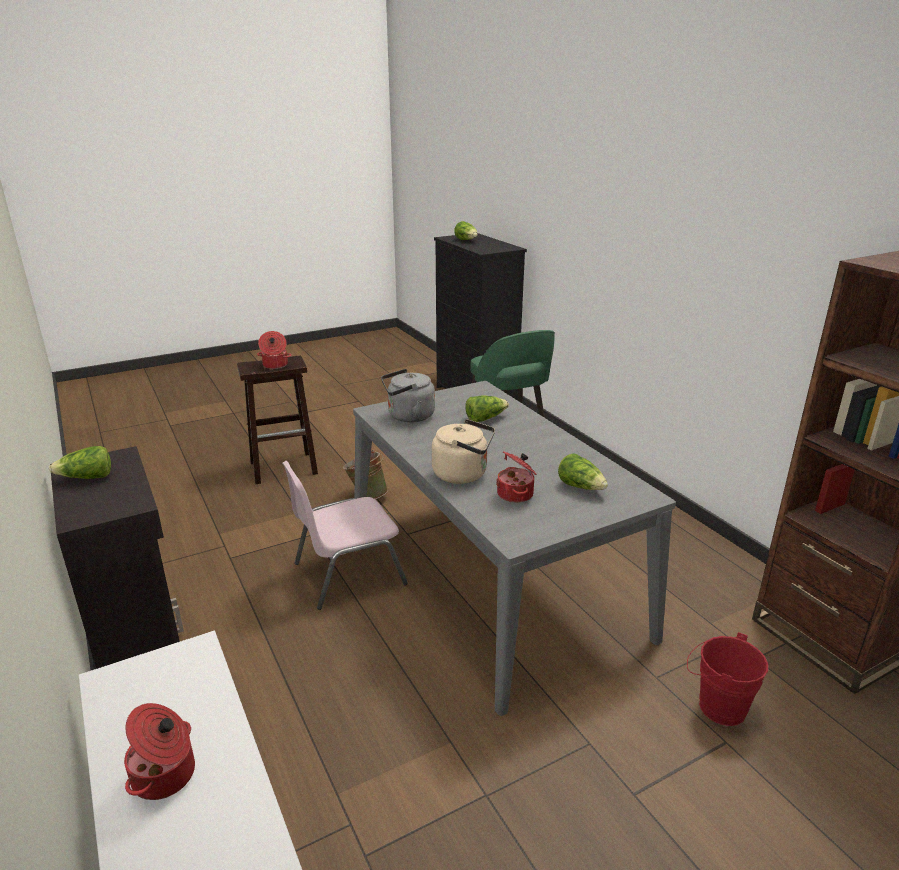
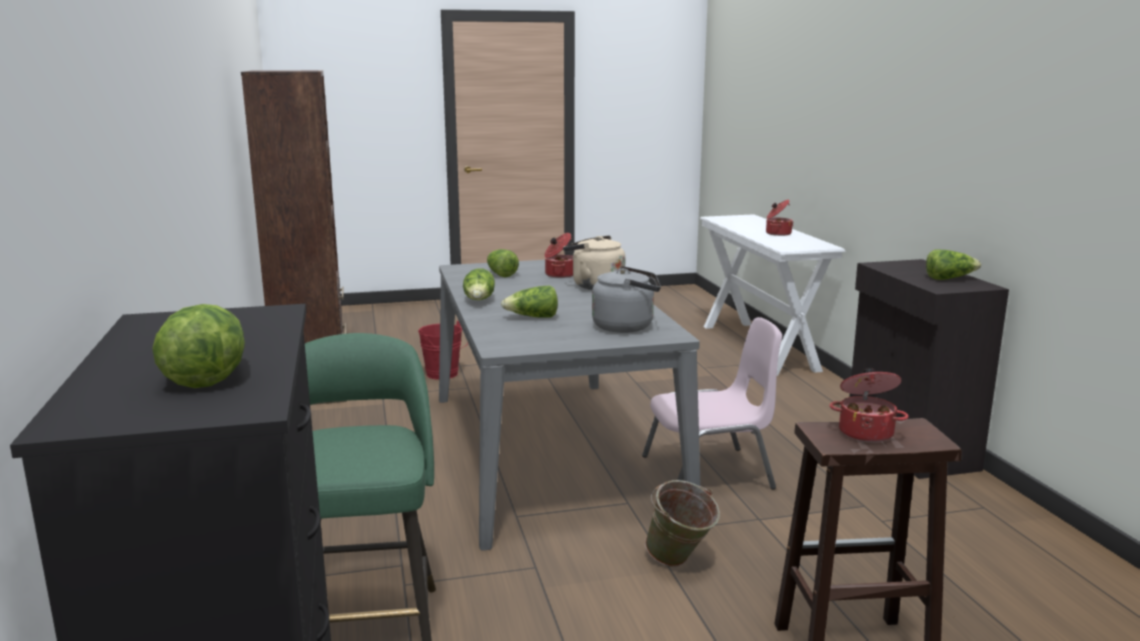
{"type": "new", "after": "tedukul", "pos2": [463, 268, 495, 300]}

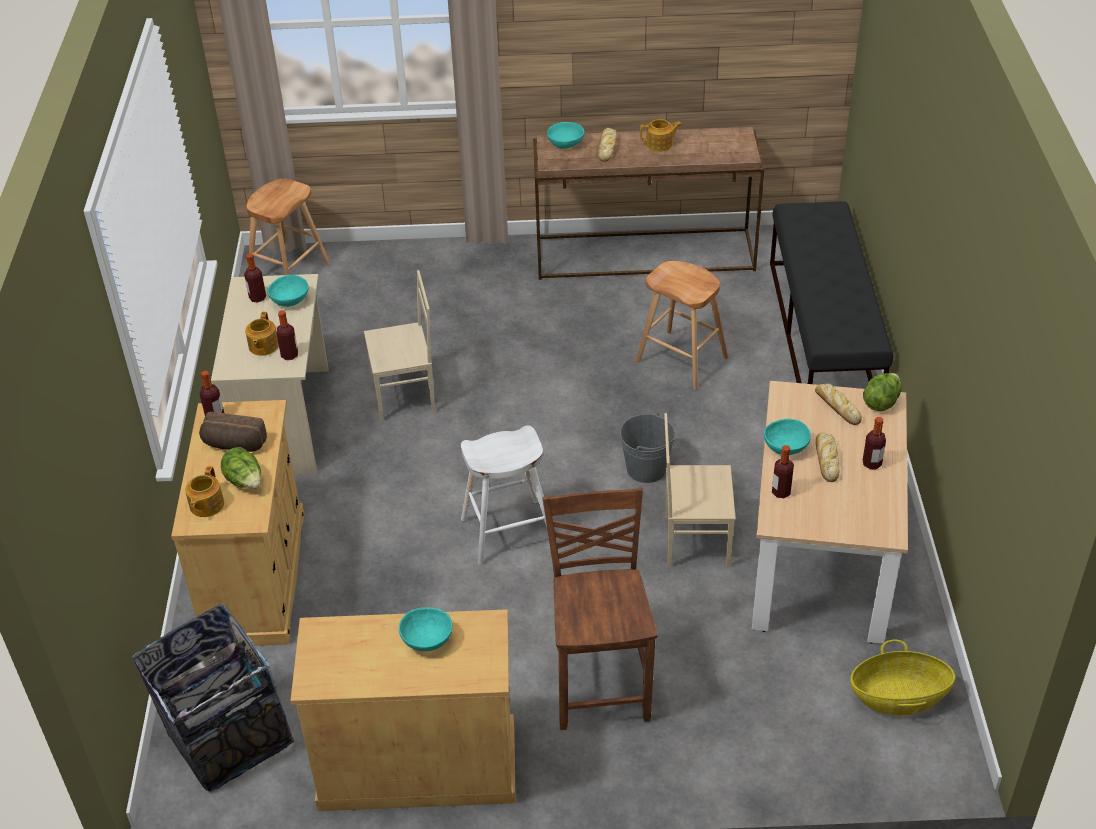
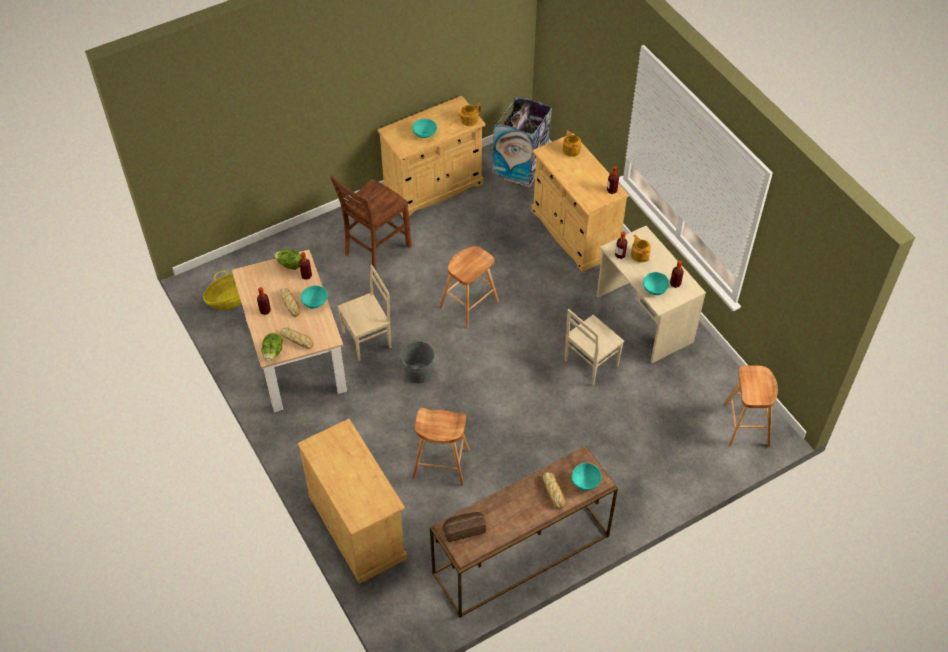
{"type": "shifted", "before": "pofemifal", "pos1": [640, 119, 682, 152], "pos2": [458, 103, 481, 126]}
{"type": "swapped", "before": "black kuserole", "after": "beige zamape", "pos1": [770, 201, 893, 384], "pos2": [298, 419, 407, 584]}
{"type": "shifted", "before": "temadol", "pos1": [199, 412, 267, 452], "pos2": [443, 512, 486, 542]}
{"type": "repainted", "before": "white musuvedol", "after": "brown musuvedol", "pos1": [461, 425, 557, 565], "pos2": [439, 246, 499, 329]}
{"type": "shifted", "before": "tedukul", "pos1": [221, 447, 261, 488], "pos2": [274, 250, 301, 270]}
{"type": "rotated", "before": "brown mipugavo", "pos1": [542, 487, 658, 730], "pos2": [330, 175, 412, 274], "turn": 75}

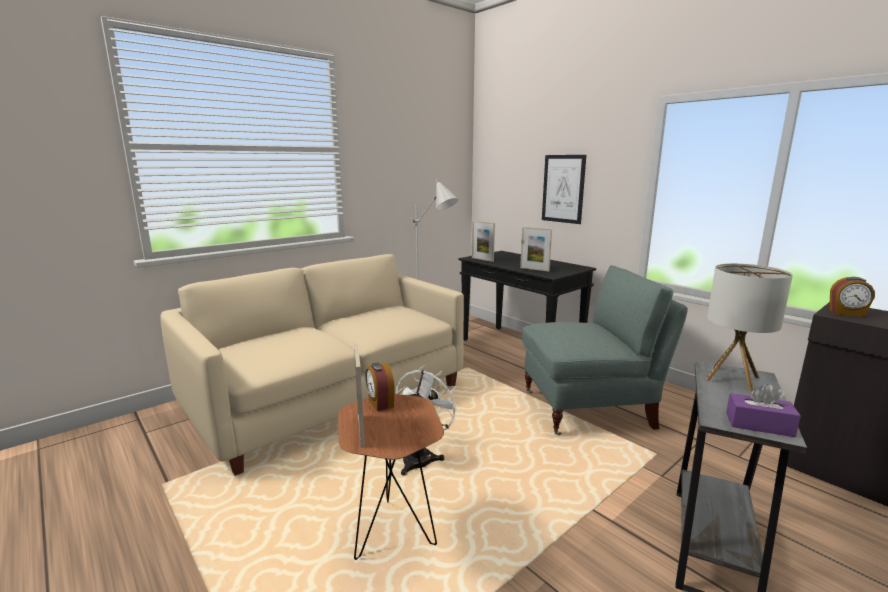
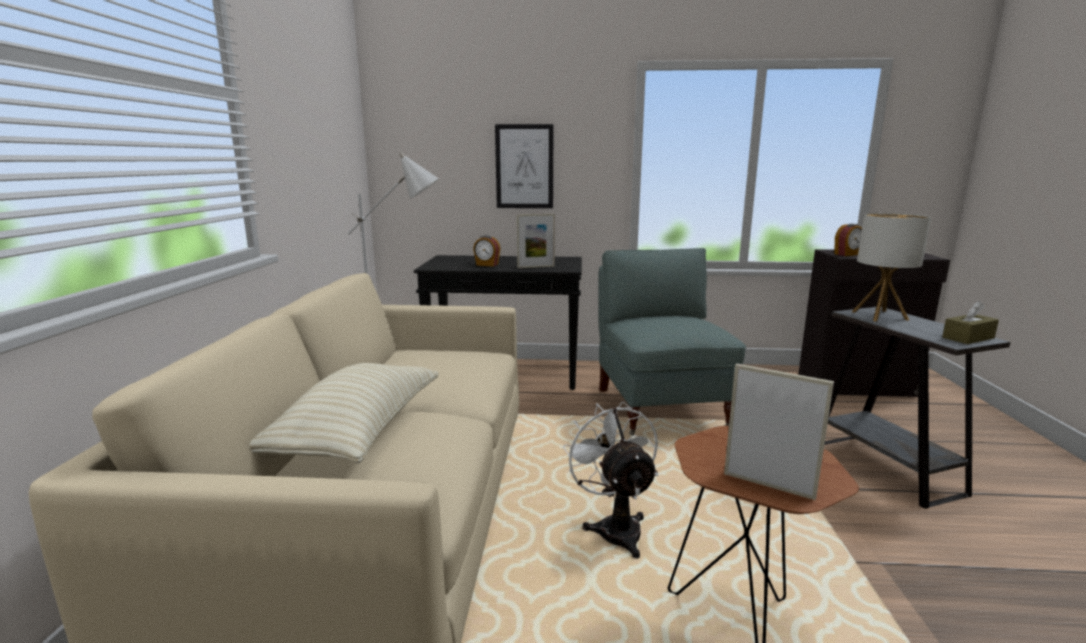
{"type": "gone", "before": "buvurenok", "pos1": [472, 221, 495, 262]}
{"type": "rotated", "before": "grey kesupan", "pos1": [522, 265, 688, 435], "pos2": [598, 248, 746, 435], "turn": -45}
{"type": "shifted", "before": "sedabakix", "pos1": [365, 363, 395, 411], "pos2": [473, 235, 500, 267]}
{"type": "repainted", "before": "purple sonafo", "after": "brown sonafo", "pos1": [726, 384, 801, 437], "pos2": [942, 301, 999, 344]}
{"type": "new", "after": "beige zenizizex", "pos2": [249, 363, 438, 464]}

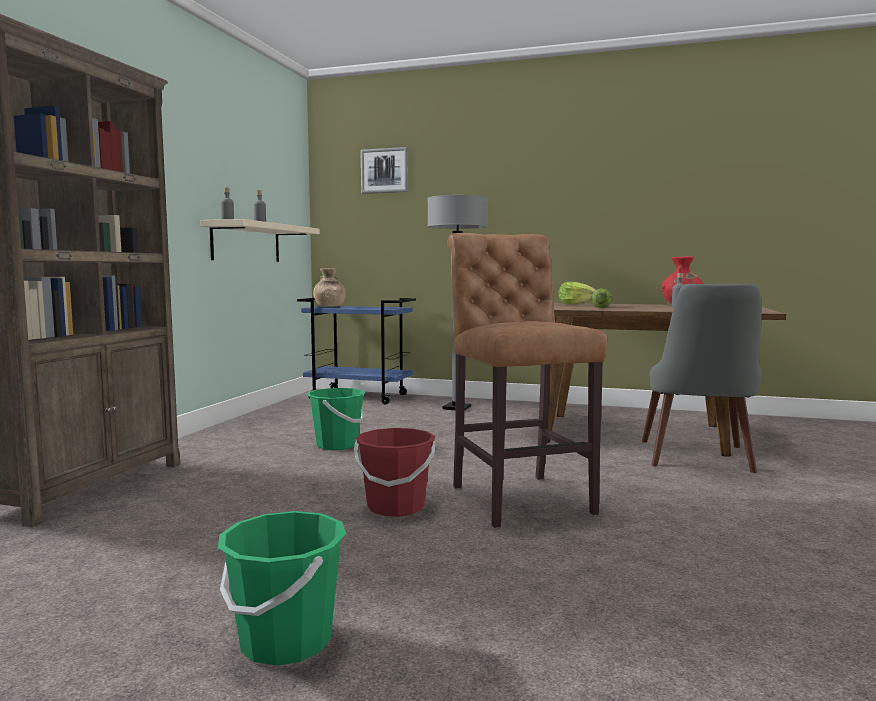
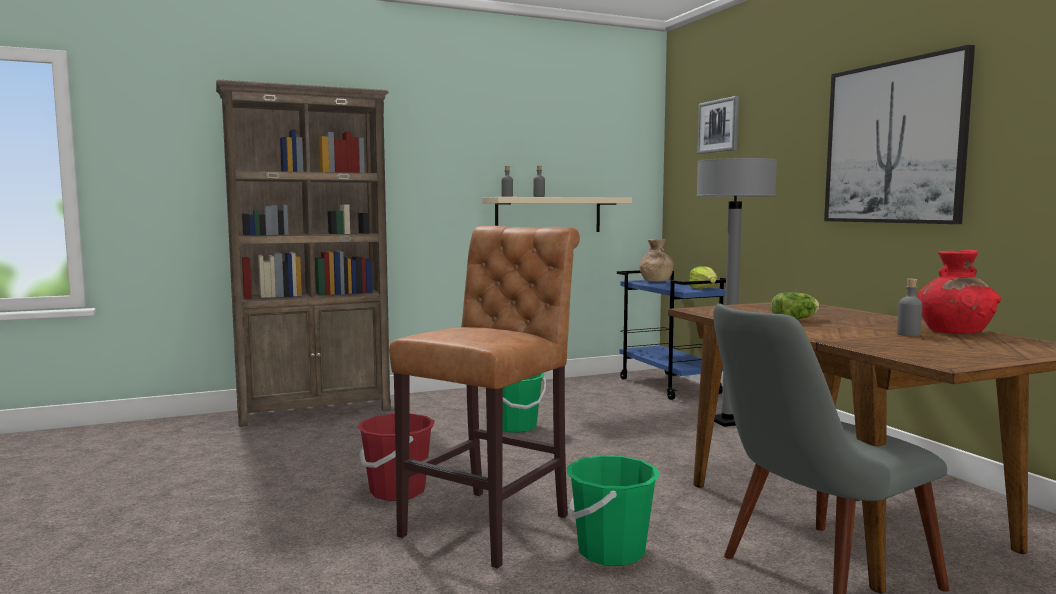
{"type": "shifted", "before": "tedukul", "pos1": [558, 282, 596, 304], "pos2": [689, 266, 717, 289]}
{"type": "shifted", "before": "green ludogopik", "pos1": [218, 511, 346, 666], "pos2": [567, 456, 660, 566]}
{"type": "new", "after": "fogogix", "pos2": [824, 45, 975, 224]}

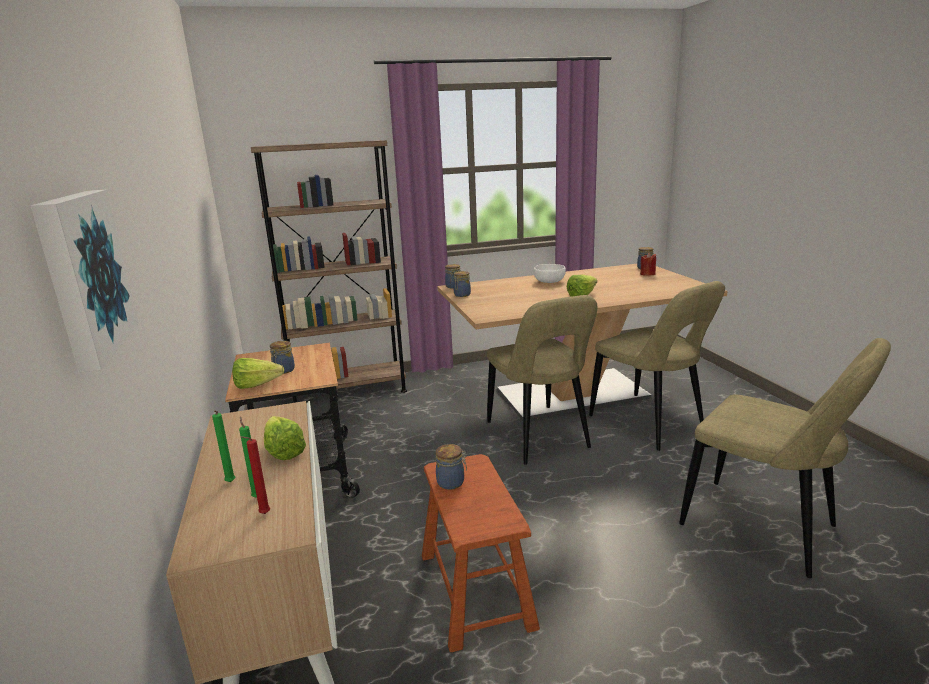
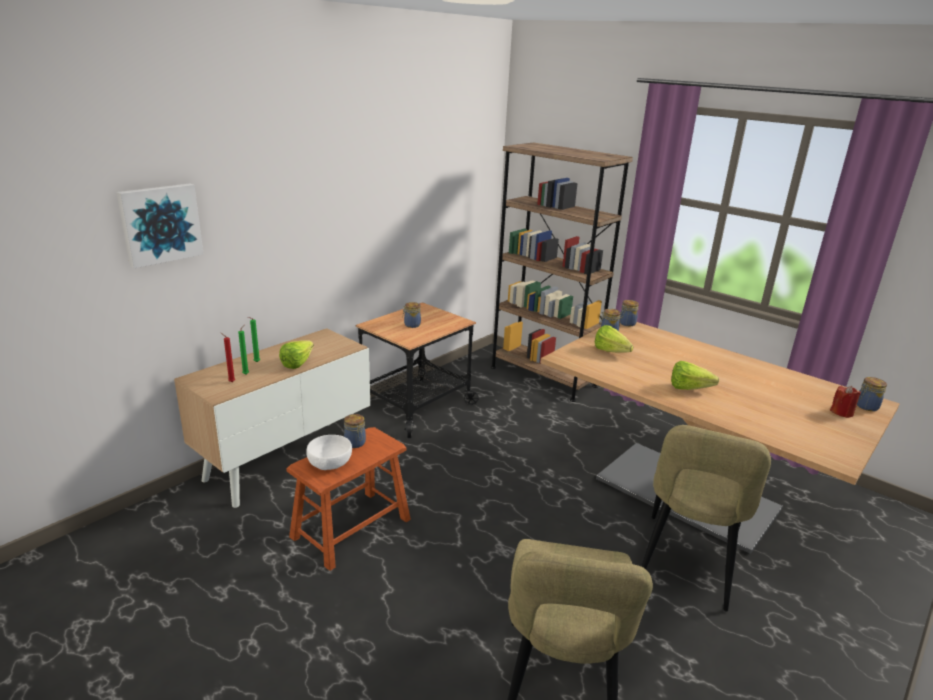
{"type": "shifted", "before": "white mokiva", "pos1": [534, 264, 566, 283], "pos2": [306, 435, 352, 470]}
{"type": "gone", "before": "beige mipugavo", "pos1": [487, 295, 597, 465]}
{"type": "shifted", "before": "tedukul", "pos1": [232, 358, 284, 389], "pos2": [595, 325, 633, 353]}

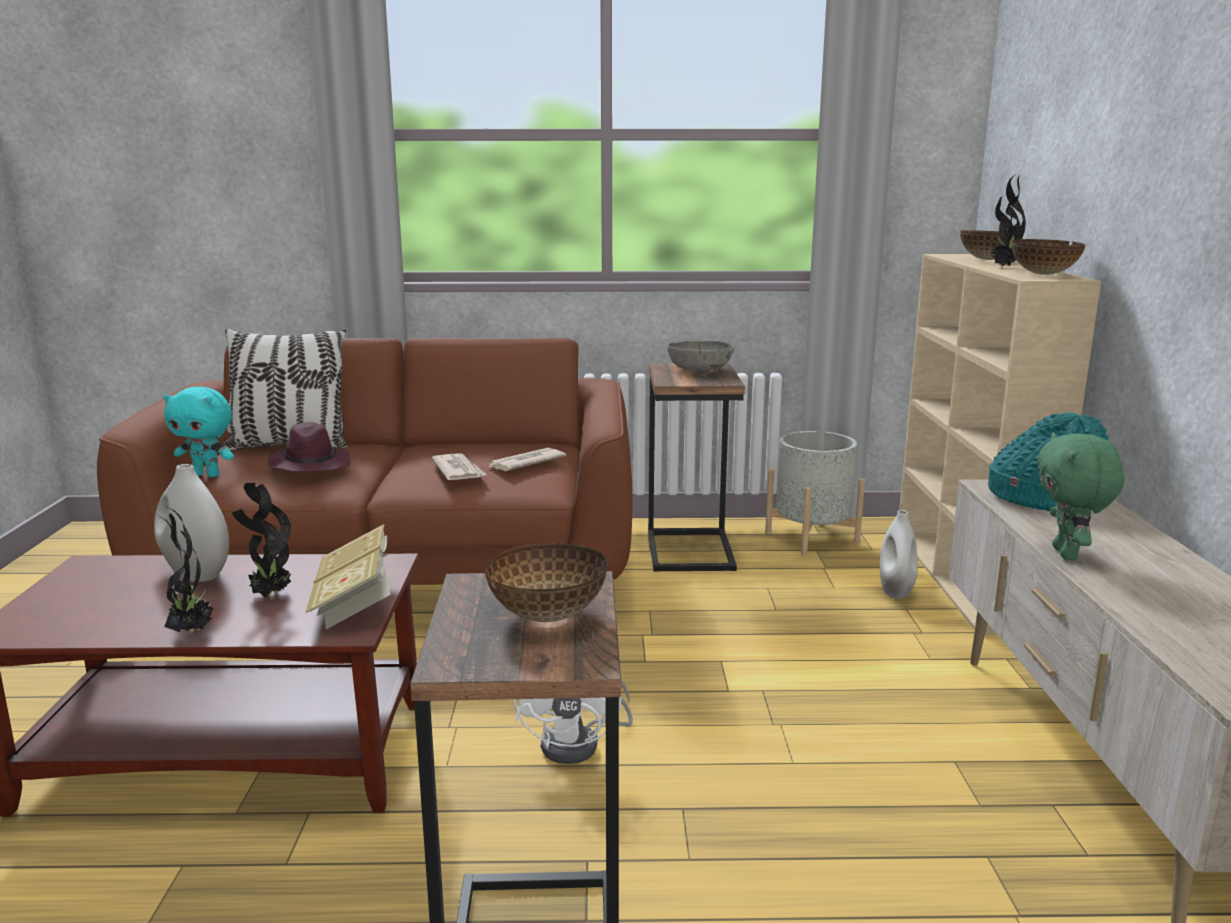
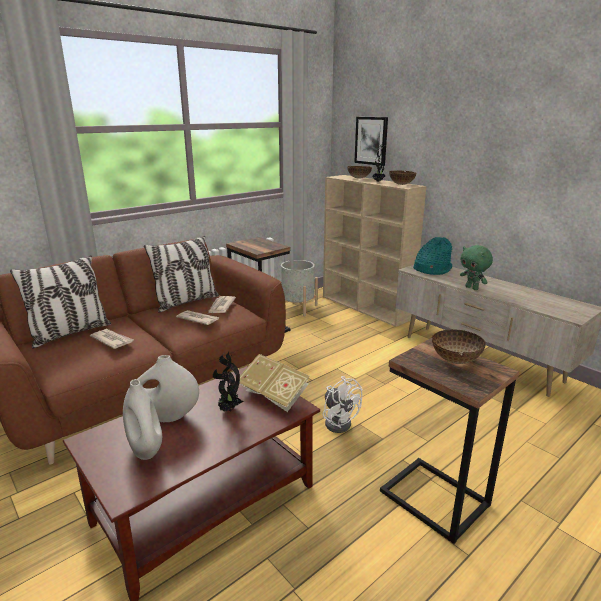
{"type": "gone", "before": "grey mokiva", "pos1": [667, 341, 734, 371]}
{"type": "gone", "before": "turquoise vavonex", "pos1": [163, 387, 234, 477]}
{"type": "swapped", "before": "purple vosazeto", "after": "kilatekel", "pos1": [268, 422, 351, 472], "pos2": [90, 329, 133, 349]}
{"type": "gone", "before": "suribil", "pos1": [155, 508, 213, 633]}
{"type": "shifted", "before": "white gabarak", "pos1": [880, 510, 918, 599], "pos2": [123, 379, 162, 460]}
{"type": "new", "after": "fogogix", "pos2": [354, 117, 388, 166]}
{"type": "new", "after": "zenizizex", "pos2": [144, 236, 219, 313]}

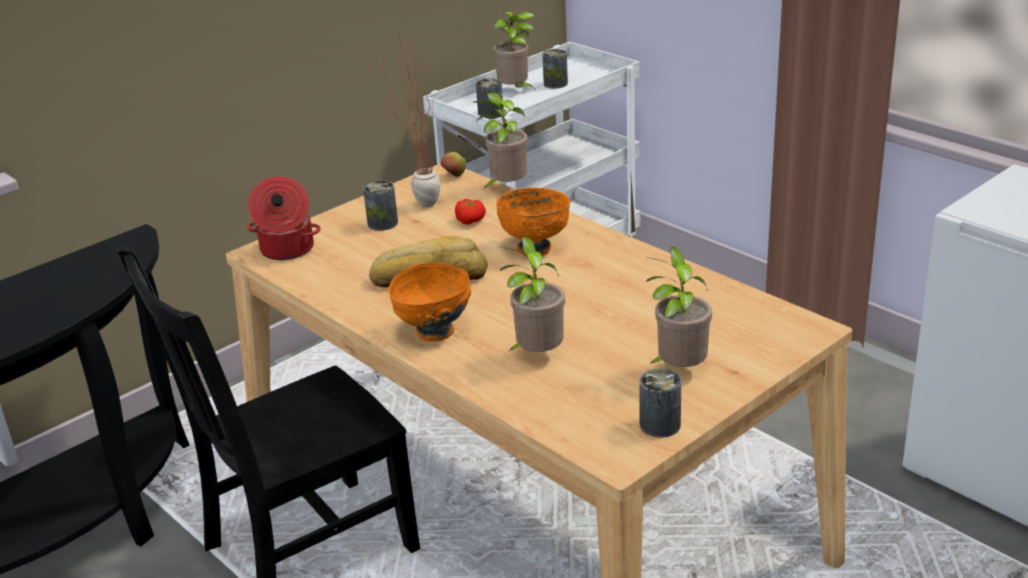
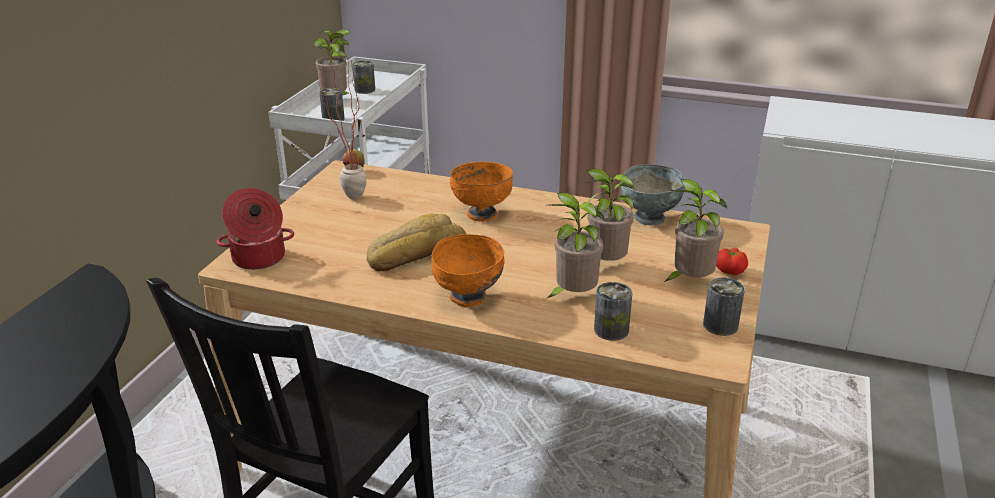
{"type": "shifted", "before": "suribil", "pos1": [474, 92, 528, 190], "pos2": [584, 169, 635, 261]}
{"type": "shifted", "before": "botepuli", "pos1": [363, 180, 398, 231], "pos2": [594, 282, 632, 341]}
{"type": "shifted", "before": "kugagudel", "pos1": [455, 199, 486, 225], "pos2": [716, 248, 748, 275]}
{"type": "new", "after": "grey mokiva", "pos2": [621, 164, 685, 225]}

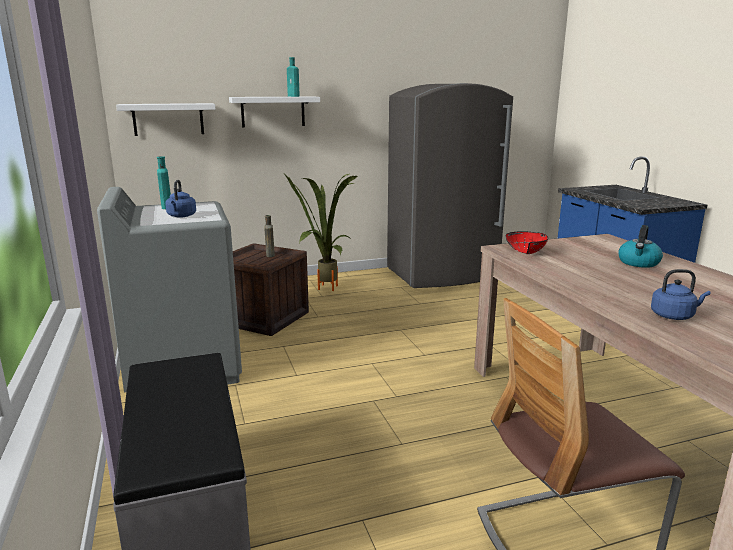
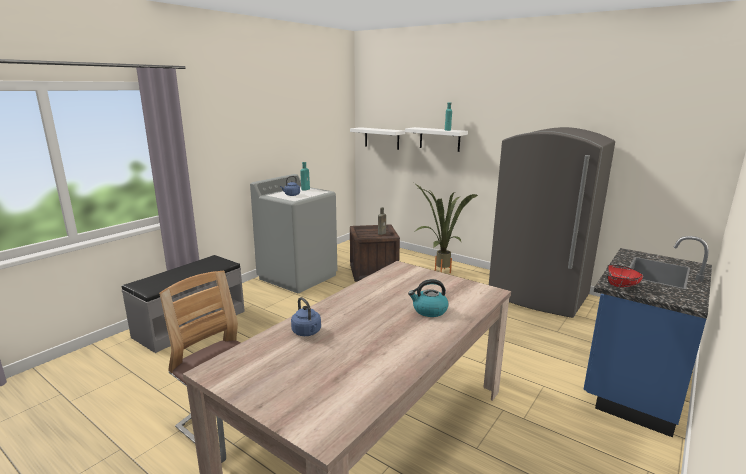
{"type": "shifted", "before": "red mokiva", "pos1": [506, 231, 548, 254], "pos2": [607, 265, 643, 287]}

